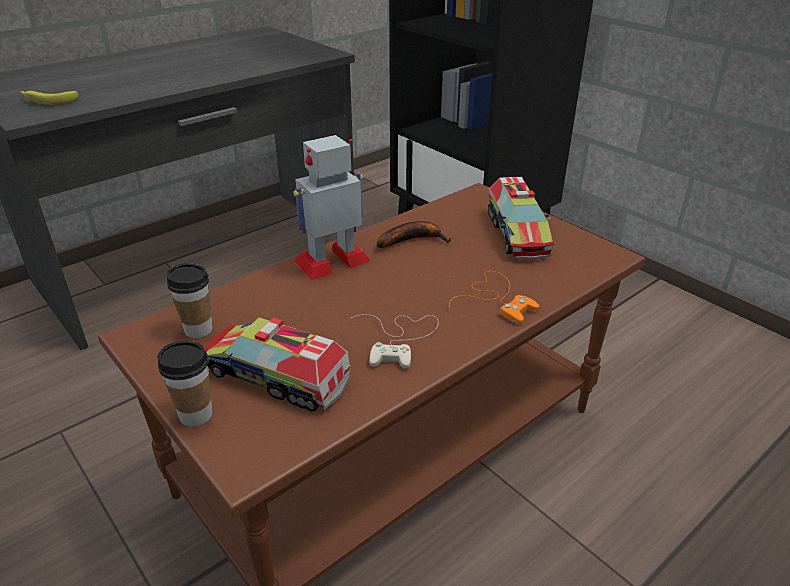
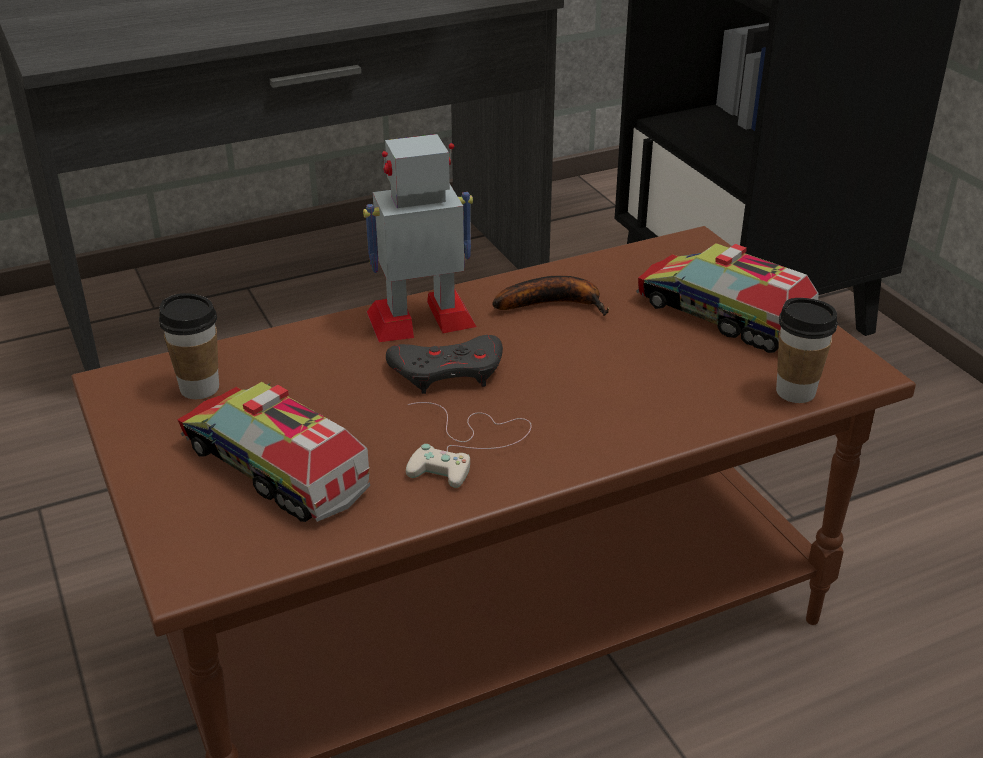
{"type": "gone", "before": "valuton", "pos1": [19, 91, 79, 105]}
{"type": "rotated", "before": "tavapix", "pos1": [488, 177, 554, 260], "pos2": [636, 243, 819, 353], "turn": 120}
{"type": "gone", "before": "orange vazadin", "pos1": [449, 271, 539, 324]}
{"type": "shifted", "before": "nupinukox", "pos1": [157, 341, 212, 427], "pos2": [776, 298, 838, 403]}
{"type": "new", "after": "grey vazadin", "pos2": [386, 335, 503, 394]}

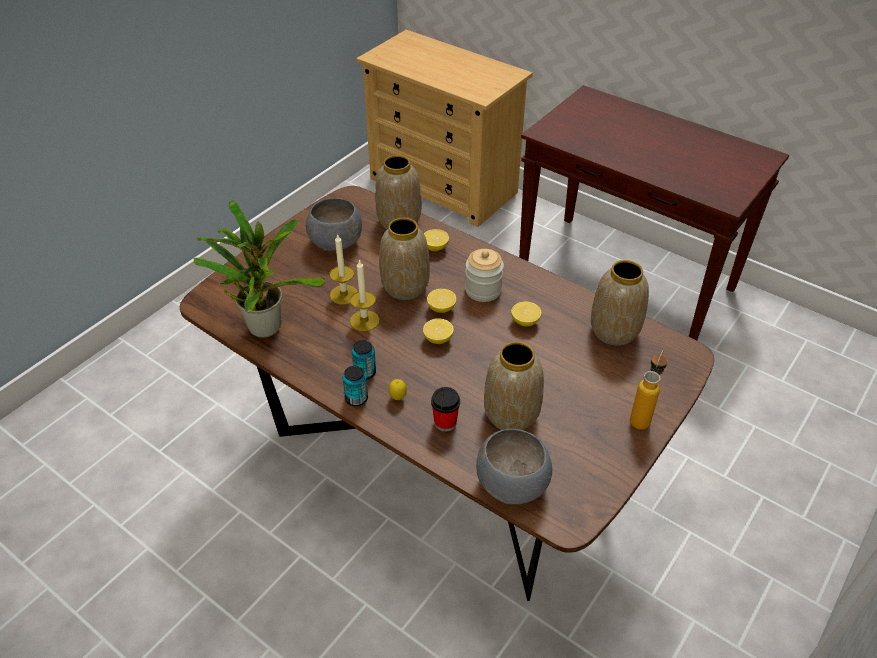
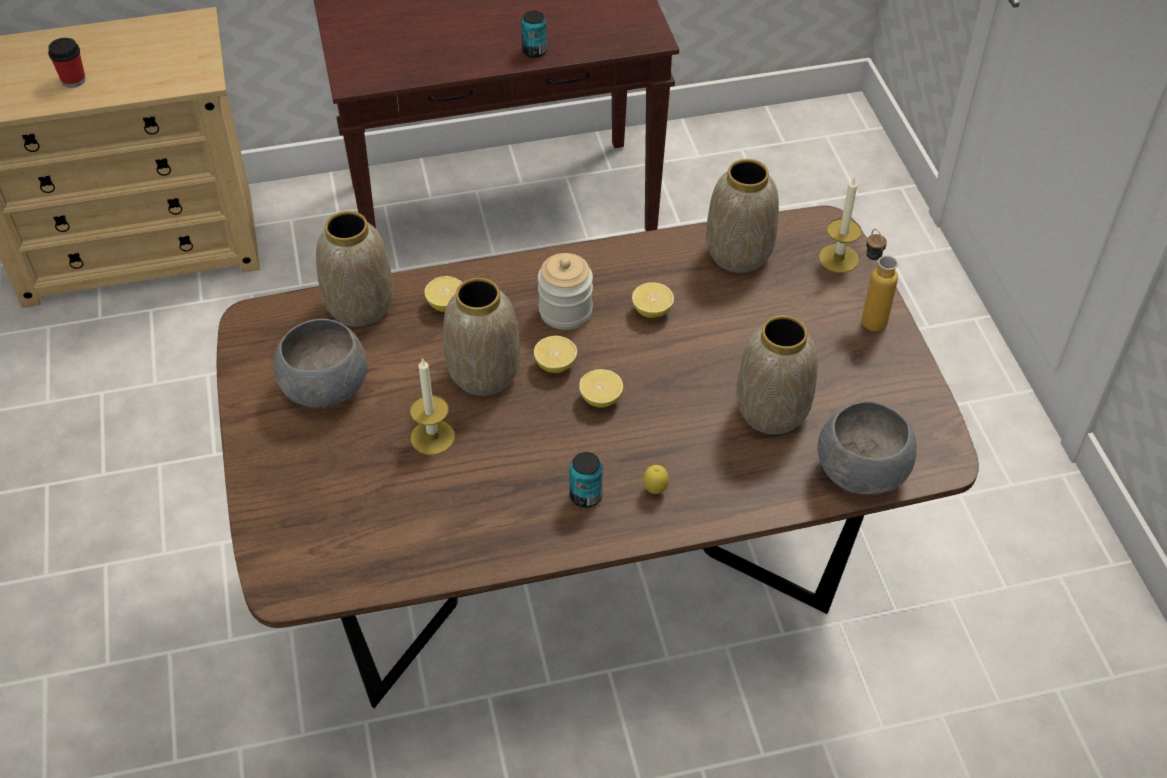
{"type": "gone", "before": "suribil", "pos1": [193, 200, 325, 338]}
{"type": "shifted", "before": "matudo", "pos1": [350, 259, 380, 331], "pos2": [819, 176, 862, 273]}
{"type": "shifted", "before": "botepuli", "pos1": [343, 366, 368, 406], "pos2": [521, 11, 547, 58]}
{"type": "shifted", "before": "nupinukox", "pos1": [431, 387, 460, 432], "pos2": [48, 38, 86, 88]}

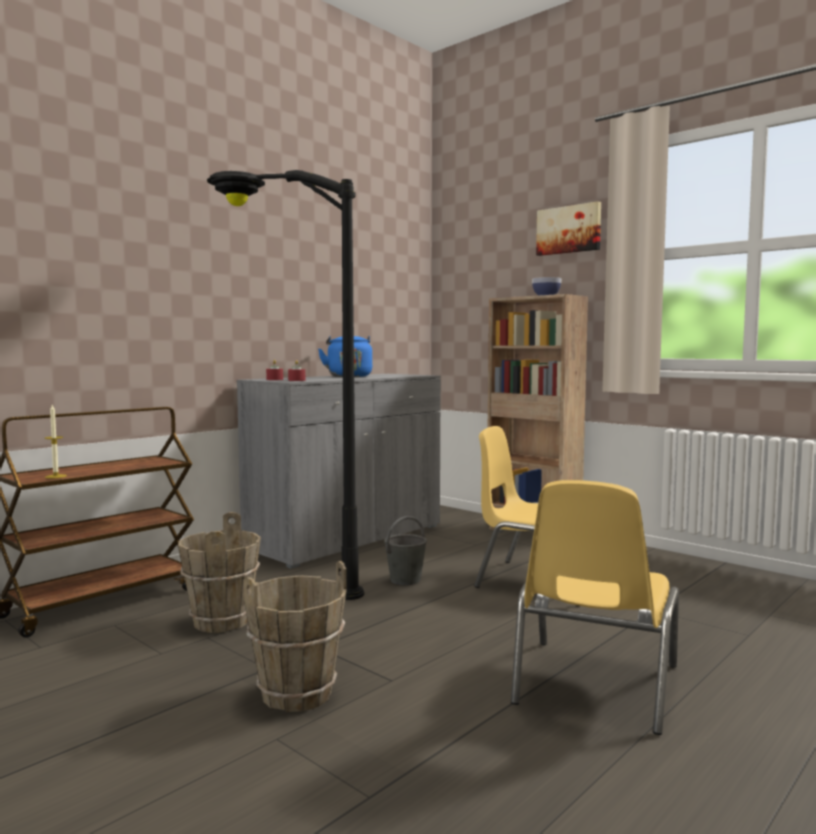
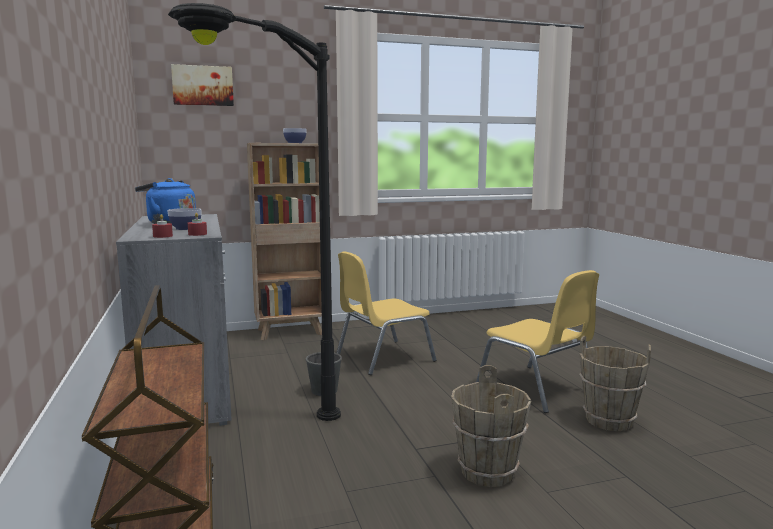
{"type": "shifted", "before": "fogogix", "pos1": [536, 201, 601, 256], "pos2": [171, 64, 234, 106]}
{"type": "gone", "before": "matudo", "pos1": [45, 405, 67, 479]}
{"type": "shifted", "before": "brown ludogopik", "pos1": [178, 512, 261, 633], "pos2": [579, 336, 651, 431]}
{"type": "new", "after": "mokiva", "pos2": [167, 208, 201, 230]}

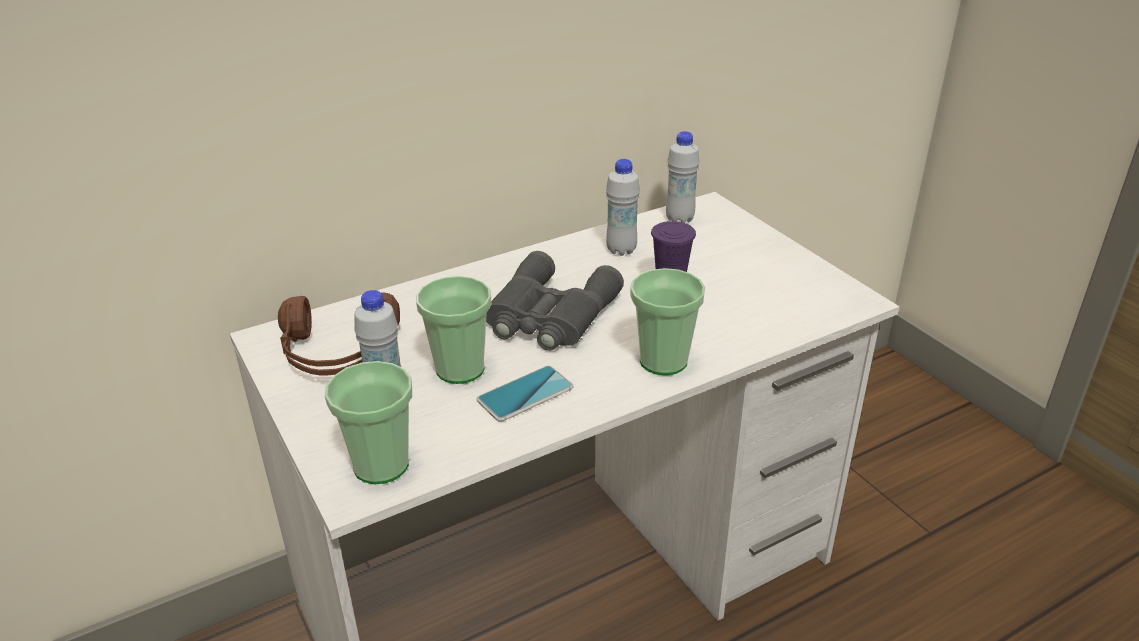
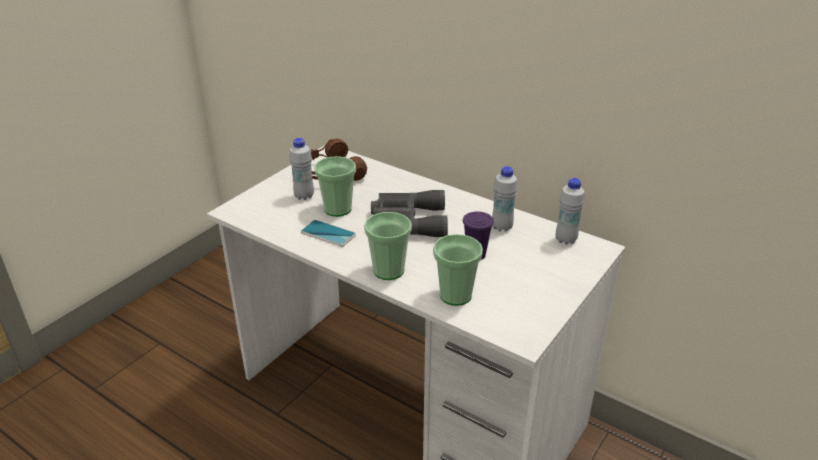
{"type": "shifted", "before": "nupinukox", "pos1": [325, 361, 412, 484], "pos2": [433, 234, 483, 306]}

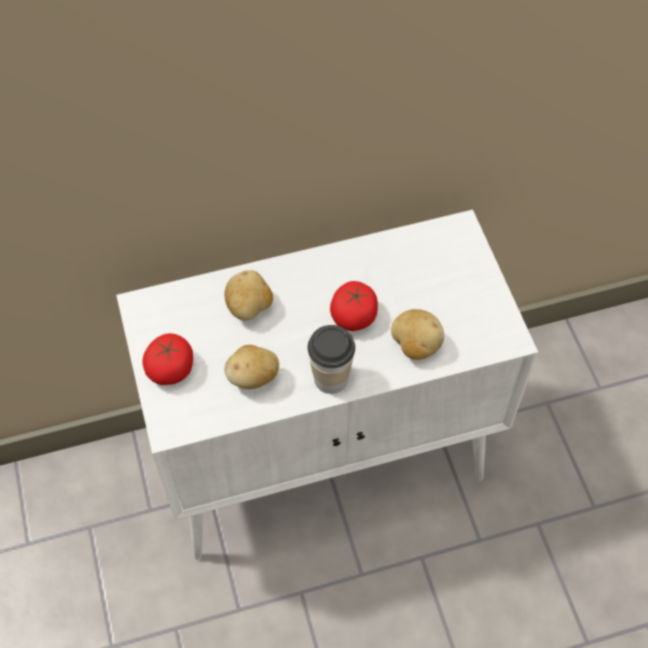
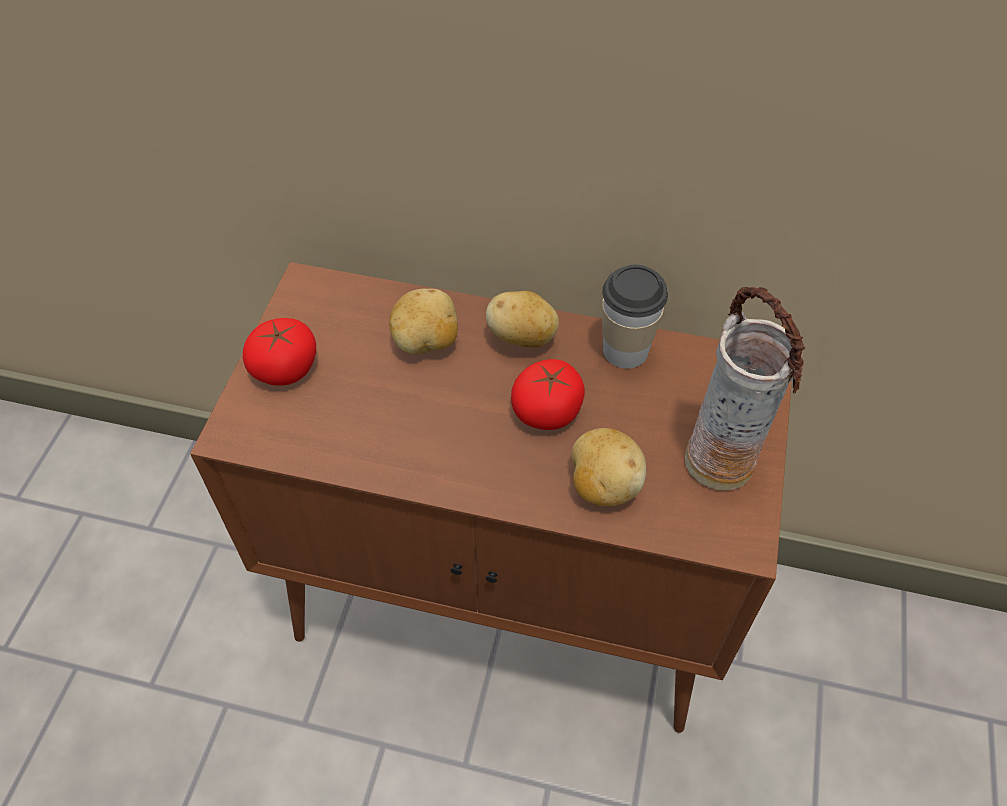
{"type": "repainted", "before": "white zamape", "after": "brown zamape", "pos1": [116, 210, 538, 560], "pos2": [190, 262, 792, 733]}
{"type": "shifted", "before": "nupinukox", "pos1": [307, 325, 355, 394], "pos2": [602, 265, 668, 368]}
{"type": "shifted", "before": "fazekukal", "pos1": [225, 345, 279, 389], "pos2": [486, 291, 559, 348]}
{"type": "new", "after": "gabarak", "pos2": [685, 287, 805, 490]}

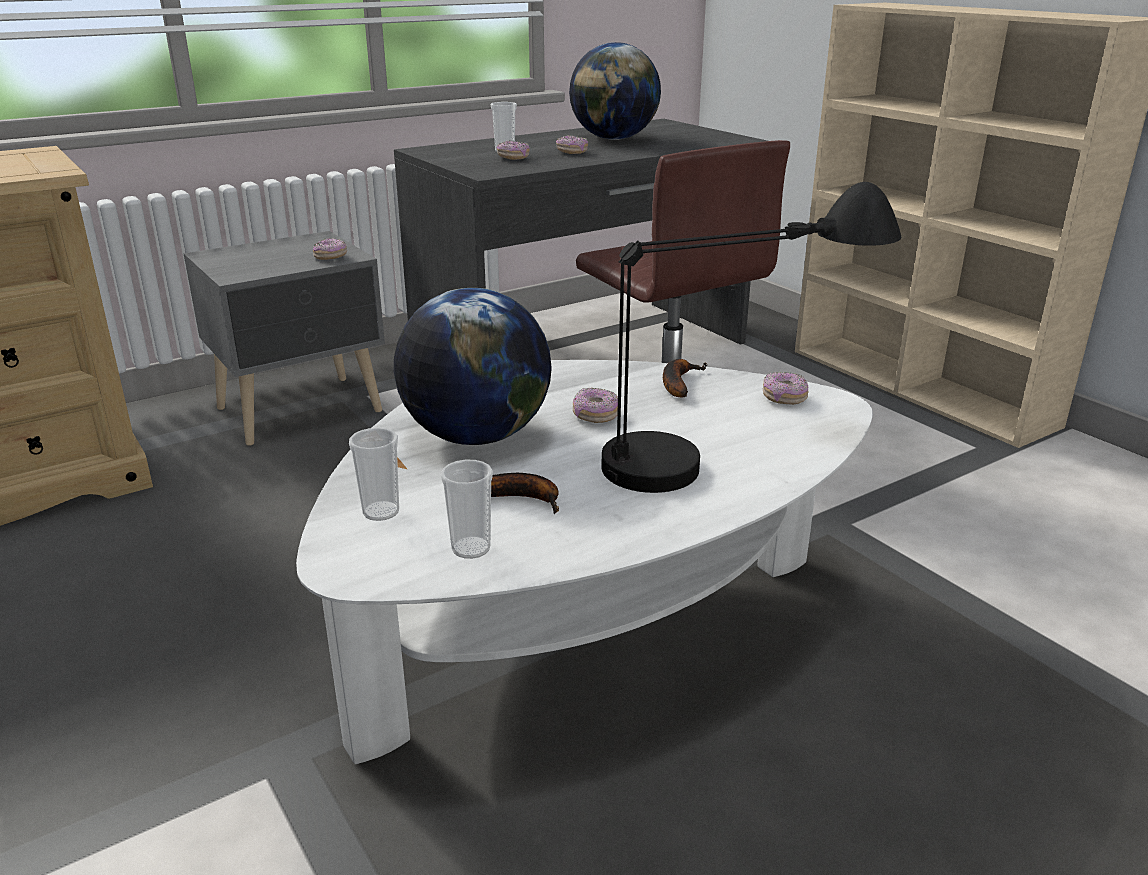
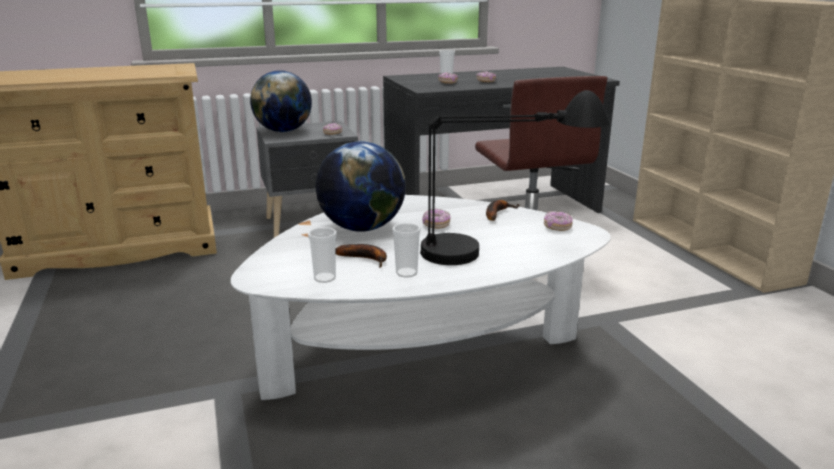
{"type": "shifted", "before": "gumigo", "pos1": [569, 42, 661, 140], "pos2": [250, 70, 312, 132]}
{"type": "shifted", "before": "nupinukox", "pos1": [349, 428, 399, 521], "pos2": [392, 223, 421, 278]}

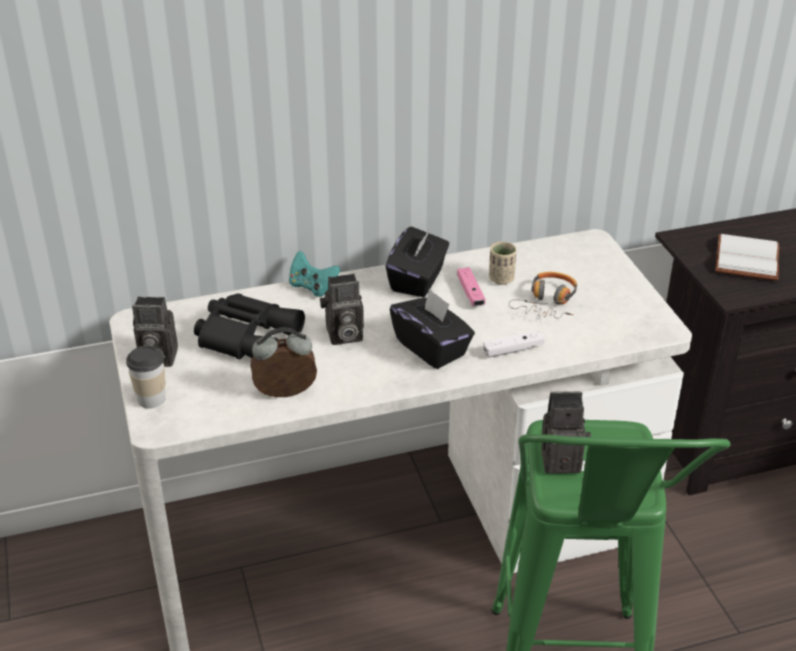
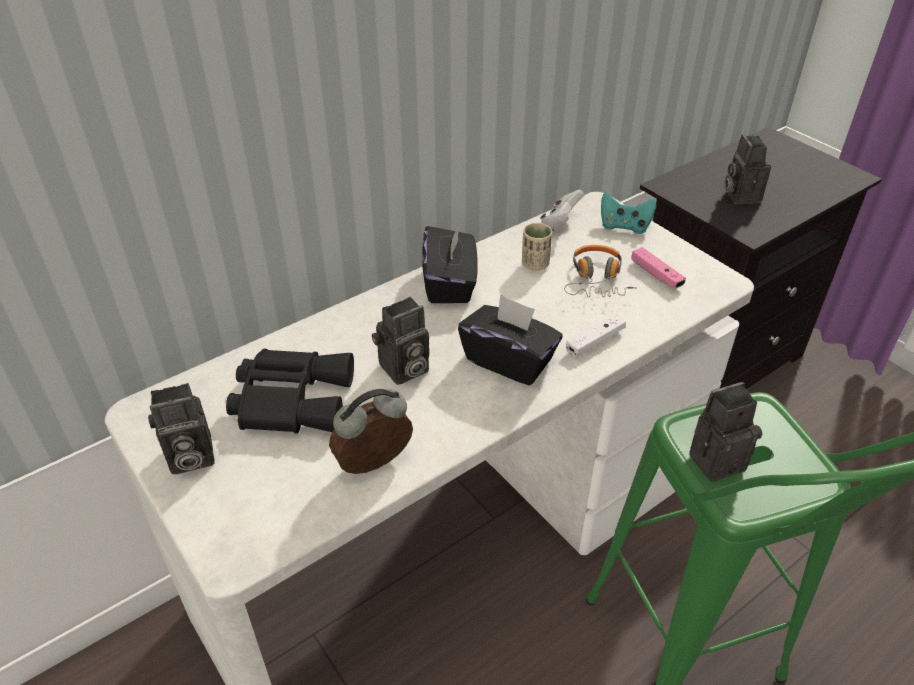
{"type": "swapped", "before": "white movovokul", "after": "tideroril", "pos1": [715, 234, 779, 281], "pos2": [724, 134, 771, 204]}
{"type": "shifted", "before": "turquoise vazadin", "pos1": [289, 251, 340, 297], "pos2": [601, 192, 656, 234]}
{"type": "shifted", "before": "pink vazadin", "pos1": [457, 267, 486, 307], "pos2": [631, 247, 686, 289]}
{"type": "gone", "before": "nupinukox", "pos1": [126, 346, 166, 408]}
{"type": "new", "after": "white vazadin", "pos2": [540, 190, 584, 231]}

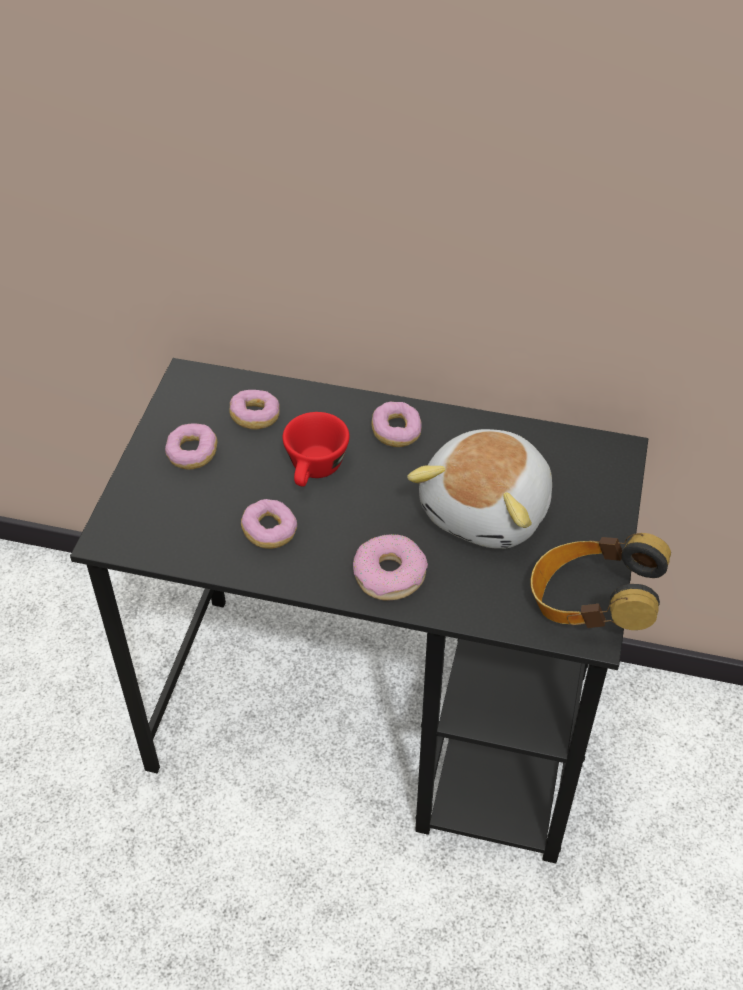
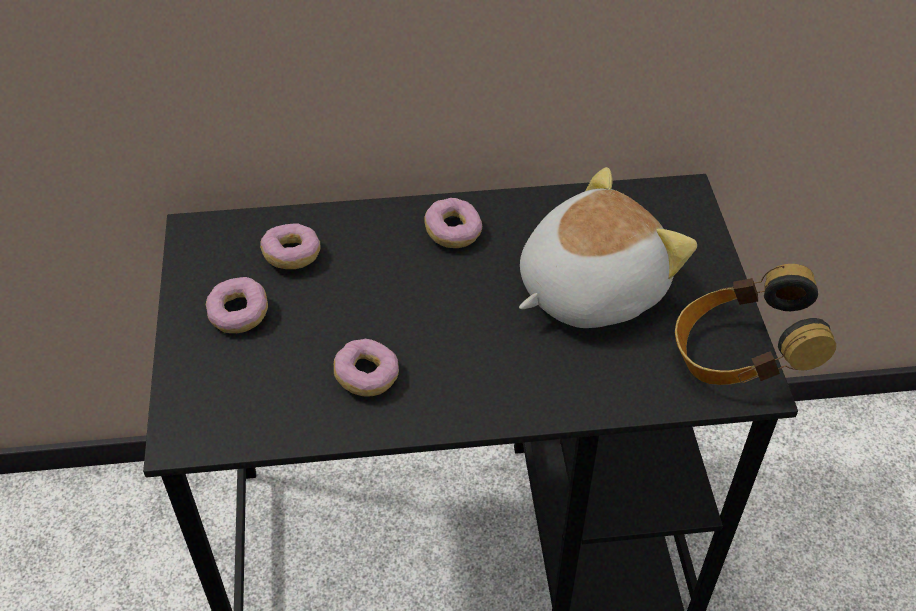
{"type": "gone", "before": "red nupinukox", "pos1": [283, 412, 350, 487]}
{"type": "rotated", "before": "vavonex", "pos1": [407, 429, 552, 549], "pos2": [519, 167, 697, 328], "turn": -135}
{"type": "gone", "before": "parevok", "pos1": [353, 534, 428, 600]}

